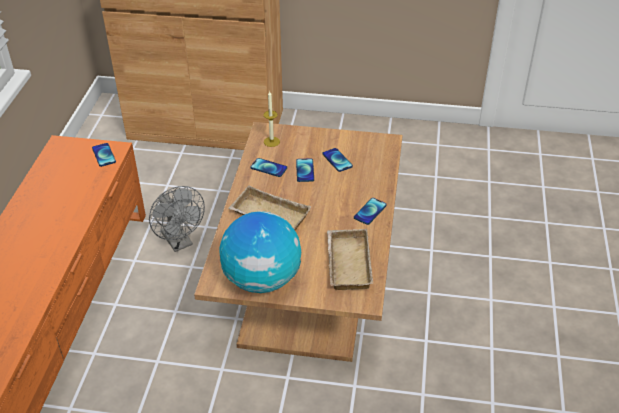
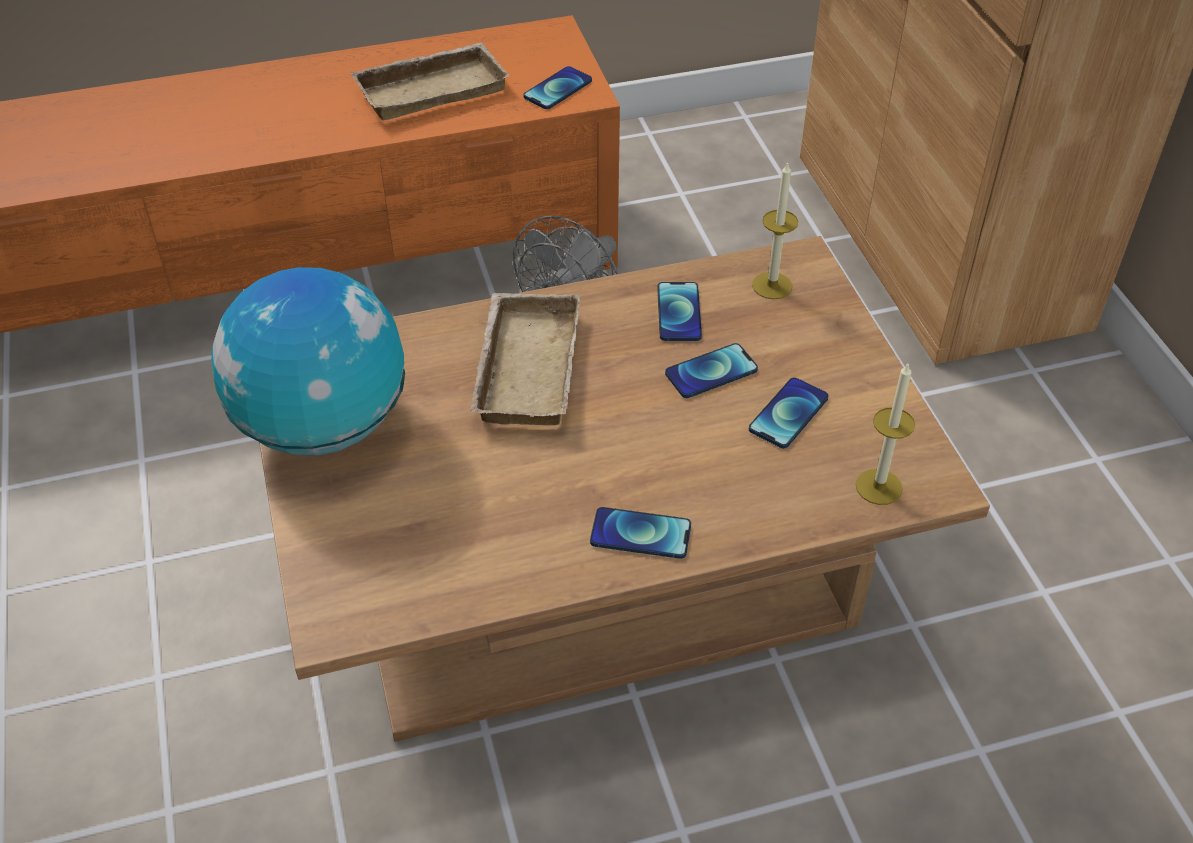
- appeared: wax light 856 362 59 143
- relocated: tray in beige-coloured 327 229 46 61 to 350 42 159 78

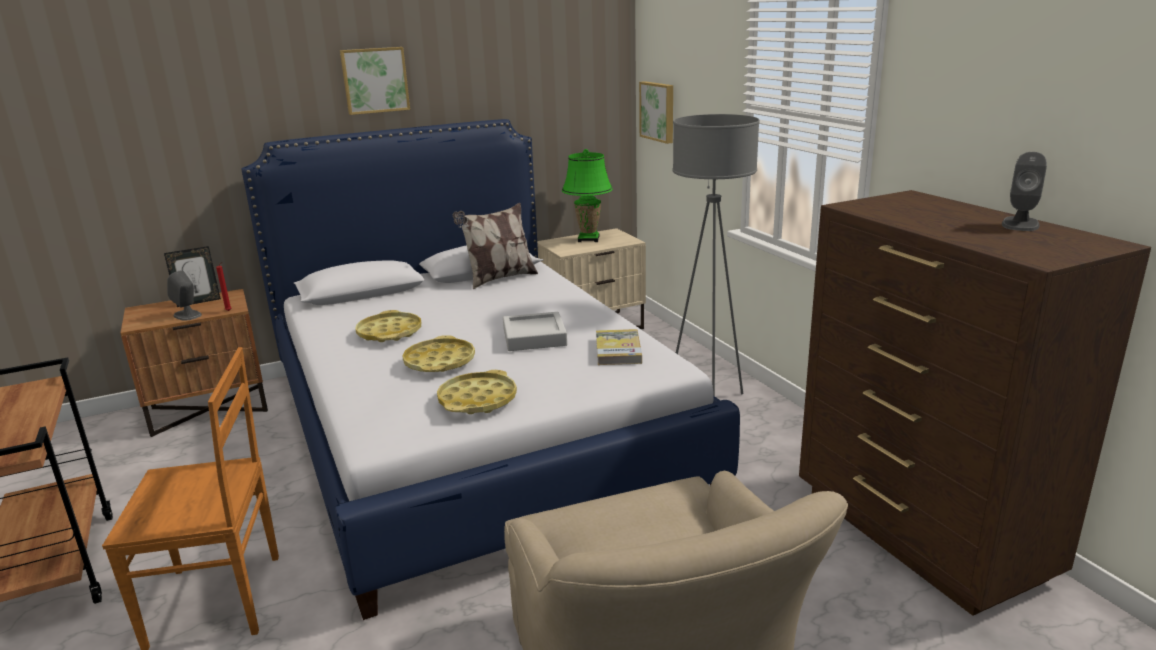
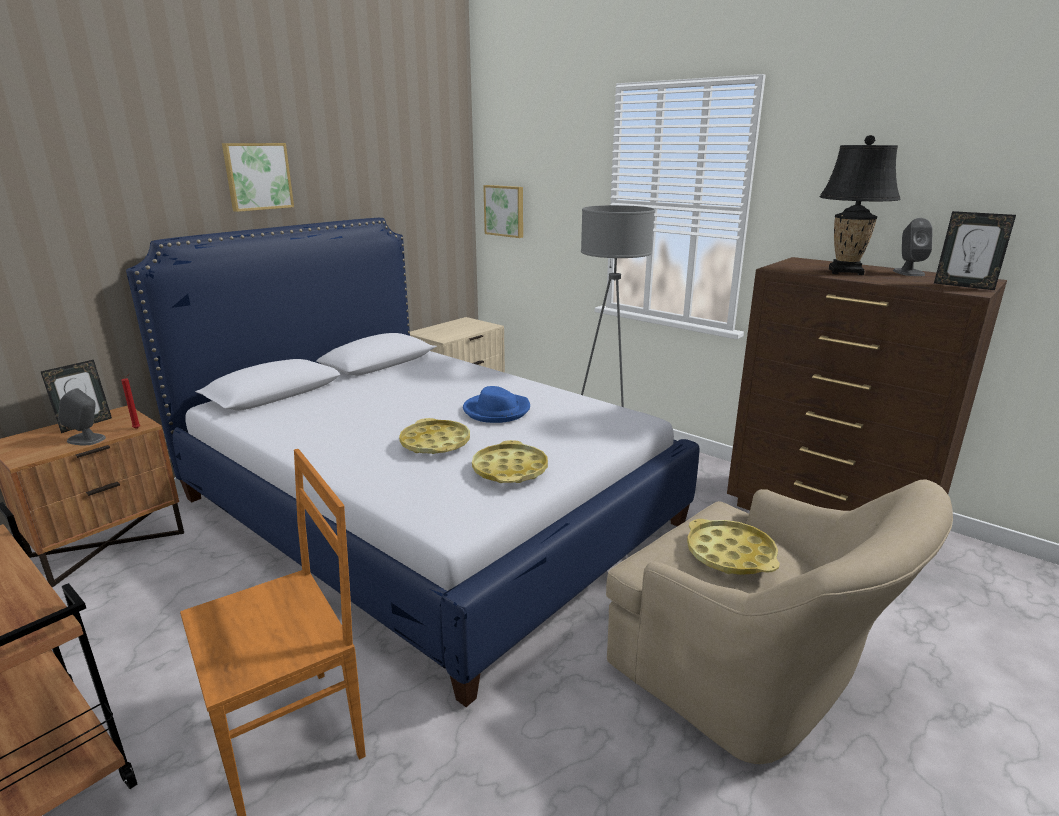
- missing: pillow 453 203 85 86
- missing: tabletop lamp in green 562 149 51 93
- missing: book 596 329 46 36
- appeared: tabletop lamp in blackish 820 135 80 140
- appeared: picture frame 934 211 82 79
- relocated: tray in yellowish 355 310 66 32 to 687 519 93 56
- exchanged: tray in greyish 503 312 64 39 to clothing hat in bluish 463 386 67 37

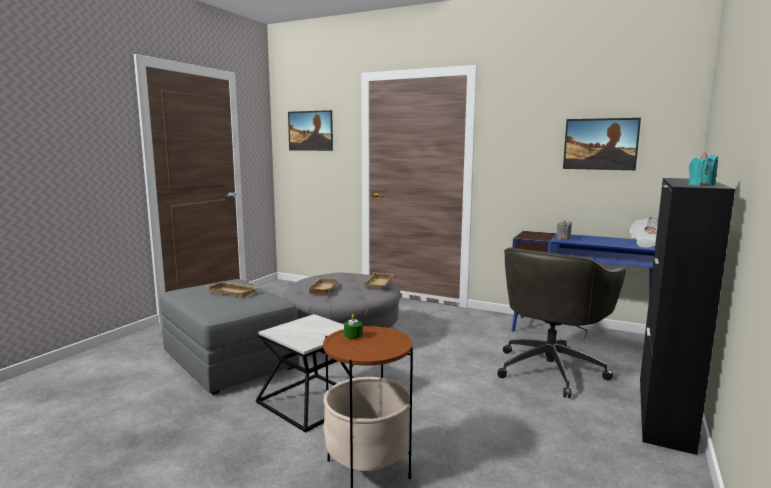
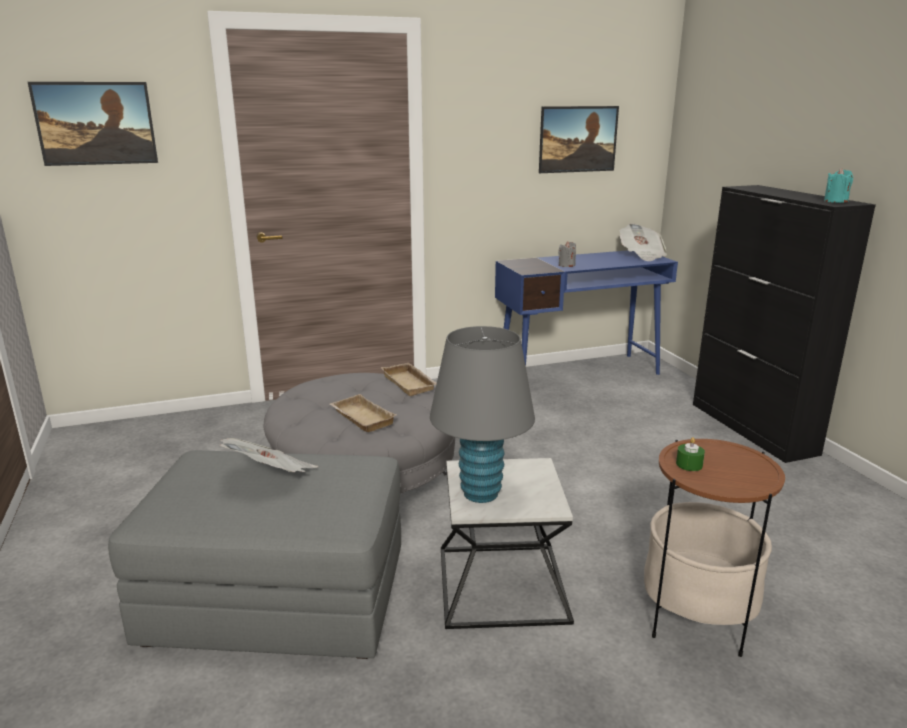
- missing: office chair in greyish 497 247 128 151
- appeared: tabletop lamp in greyish 430 326 105 177
- exchanged: tray in beige-coloured 207 281 51 17 to printed paper 219 438 99 35

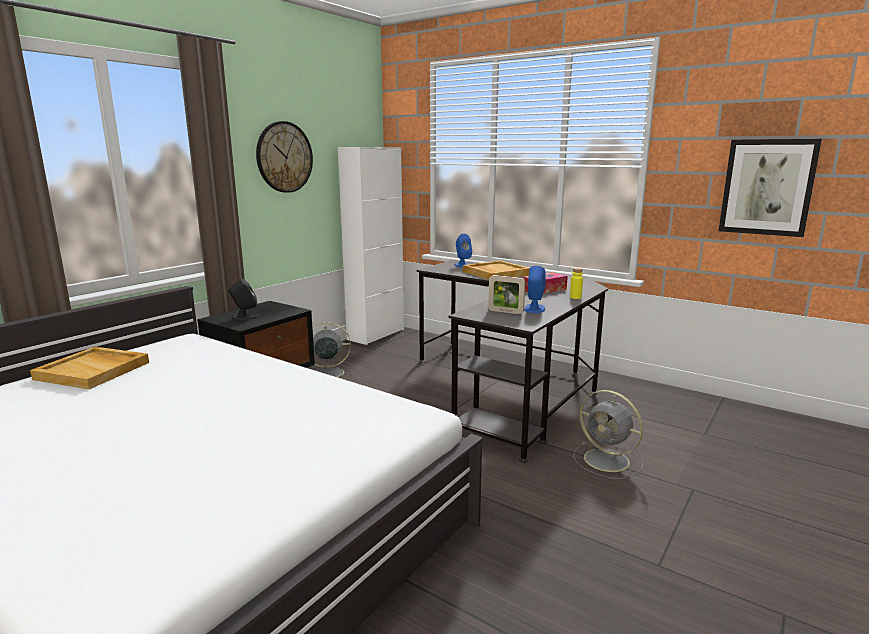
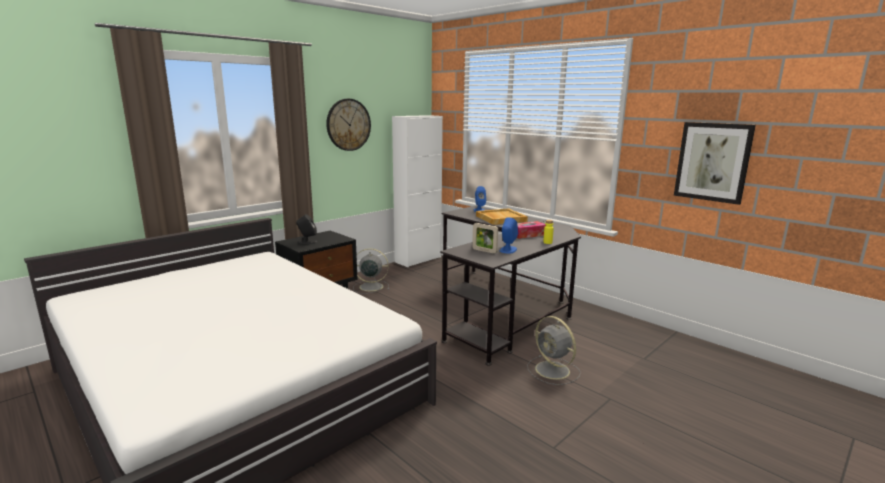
- missing: tray in beige-coloured 30 346 119 43

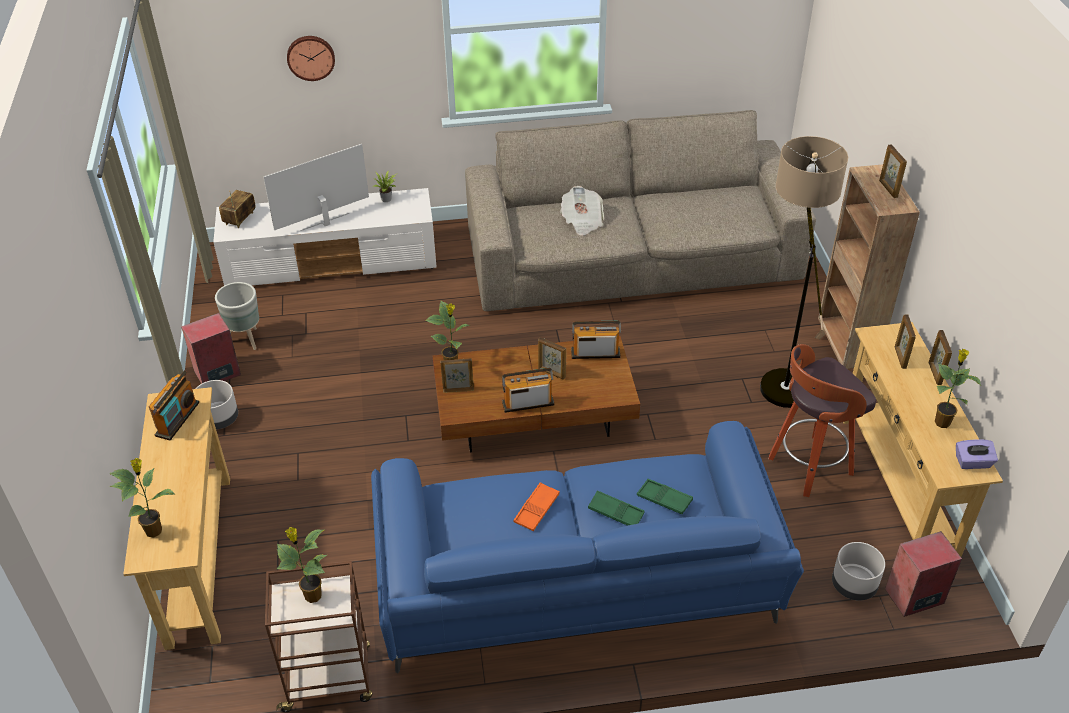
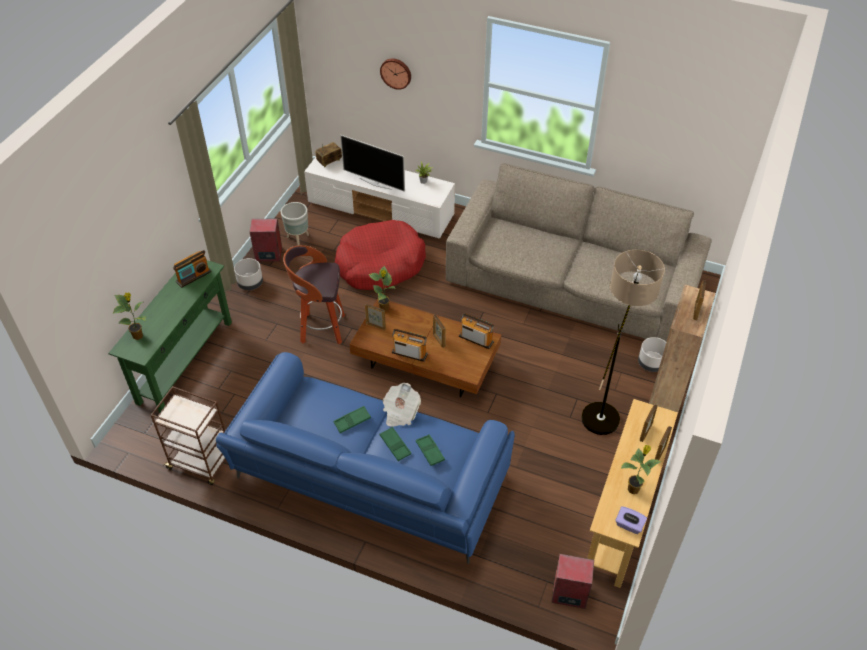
- missing: potted plant 277 527 50 76
- appeared: pet bed in reddish 335 220 91 70
- relocated: printed paper 560 186 44 50 to 383 383 38 44
- relocated: sitting stool 768 344 108 153 to 283 245 62 99
- relocated: planter in greyish 832 542 53 59 to 638 337 28 35
- colour: hall table in beige-coloured 123 387 107 263 to hall table in green 108 260 124 153
- colour: tray in orangey 514 482 46 49 to tray in green 333 406 38 27
- spun: TV 263 144 106 87 = 340 135 65 57 150 degrees counterclockwise

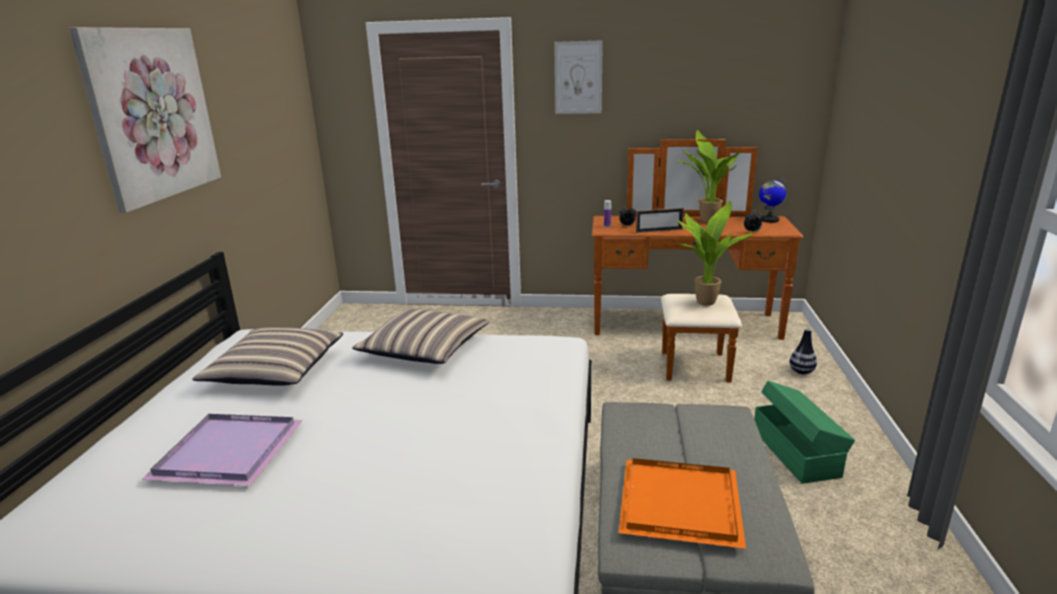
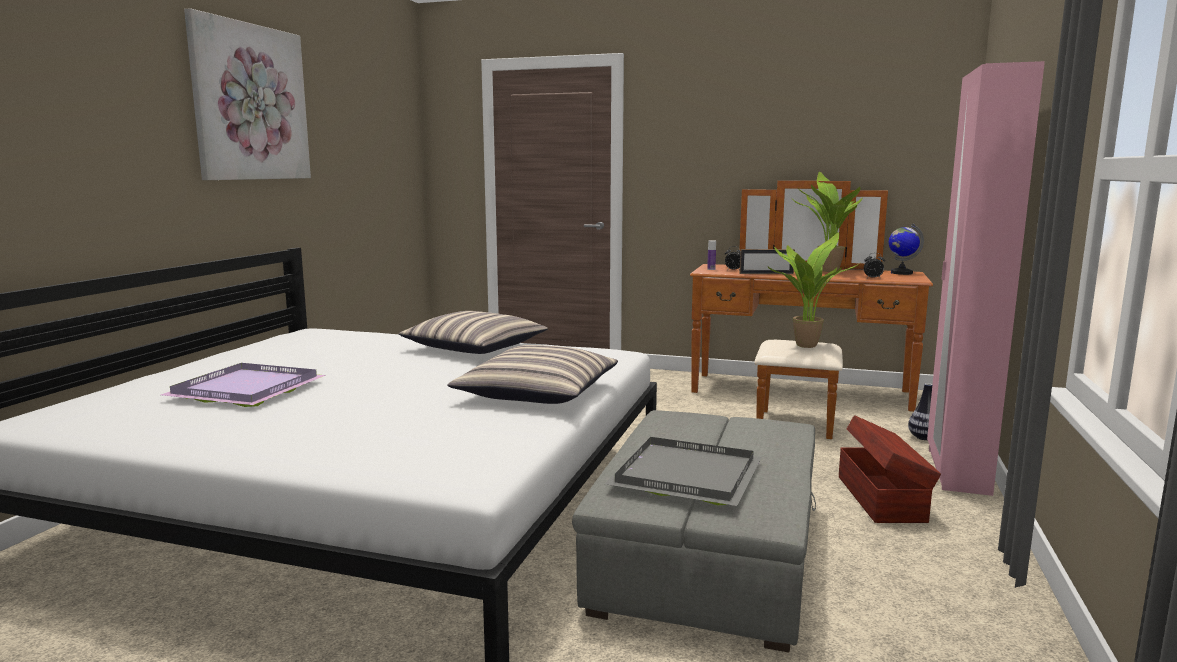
- missing: picture 554 40 49 74
- appeared: wardrobe in pink 927 61 118 435
- relocated: pillow 192 327 151 59 to 448 345 170 59
- colour: tray in orangey 619 458 127 91 to tray in greyish 605 437 157 69
- colour: storage box in green 754 381 101 103 to storage box in brown 839 415 102 108

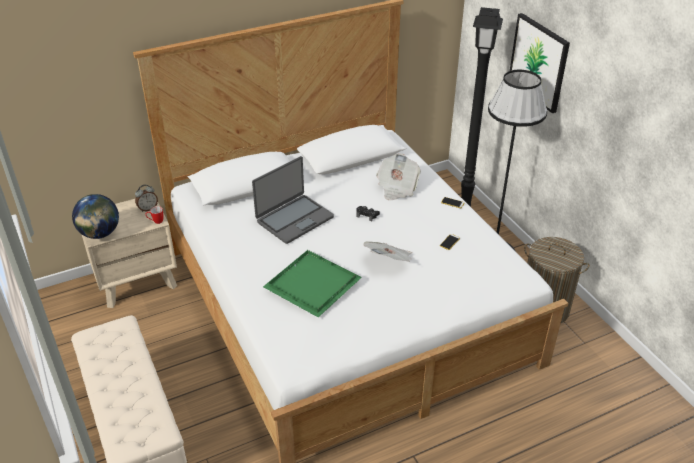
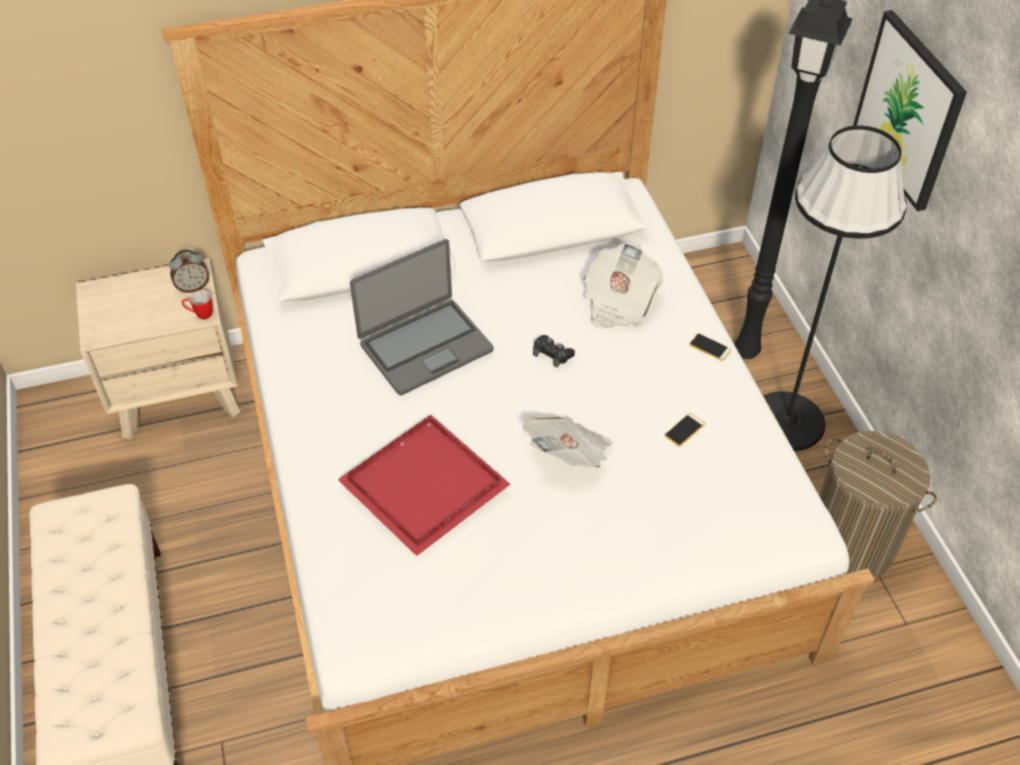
- missing: desk globe 72 194 47 45
- colour: tray in green 263 250 99 67 to tray in reddish 338 415 173 141

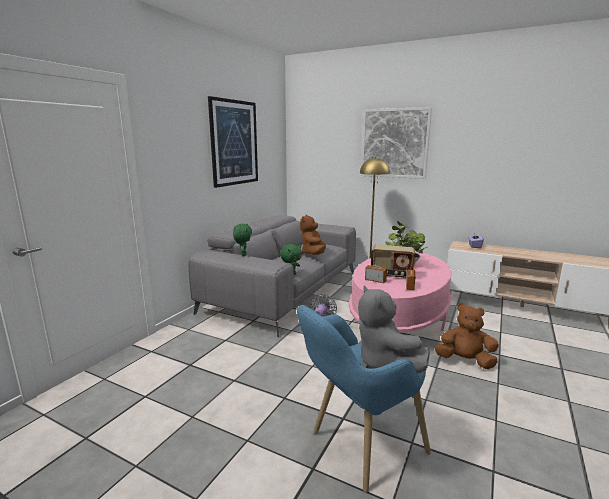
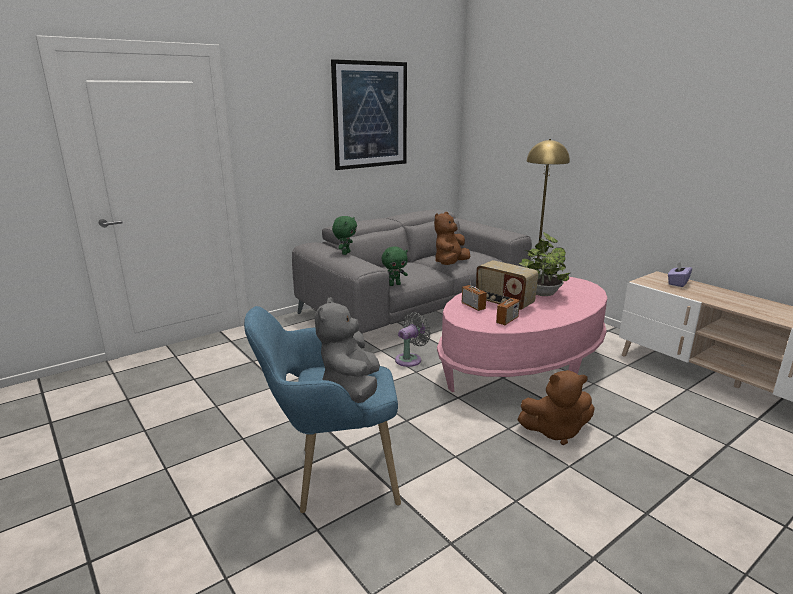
- missing: picture 361 107 71 72
- spun: soft toy in brown 435 303 64 66 = 517 370 78 75 135 degrees clockwise

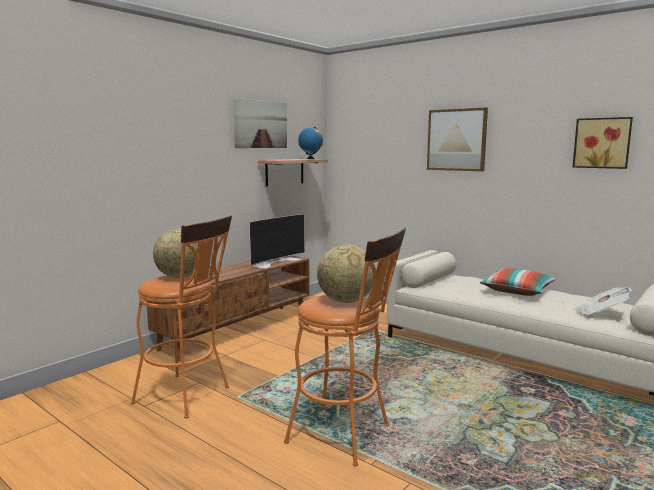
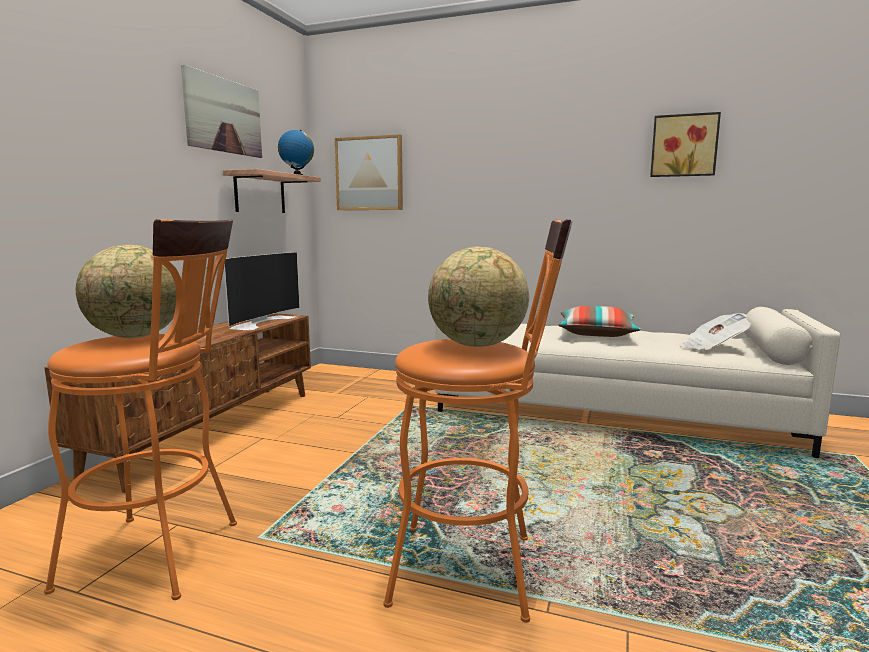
- relocated: picture 427 108 61 63 to 335 134 68 76

